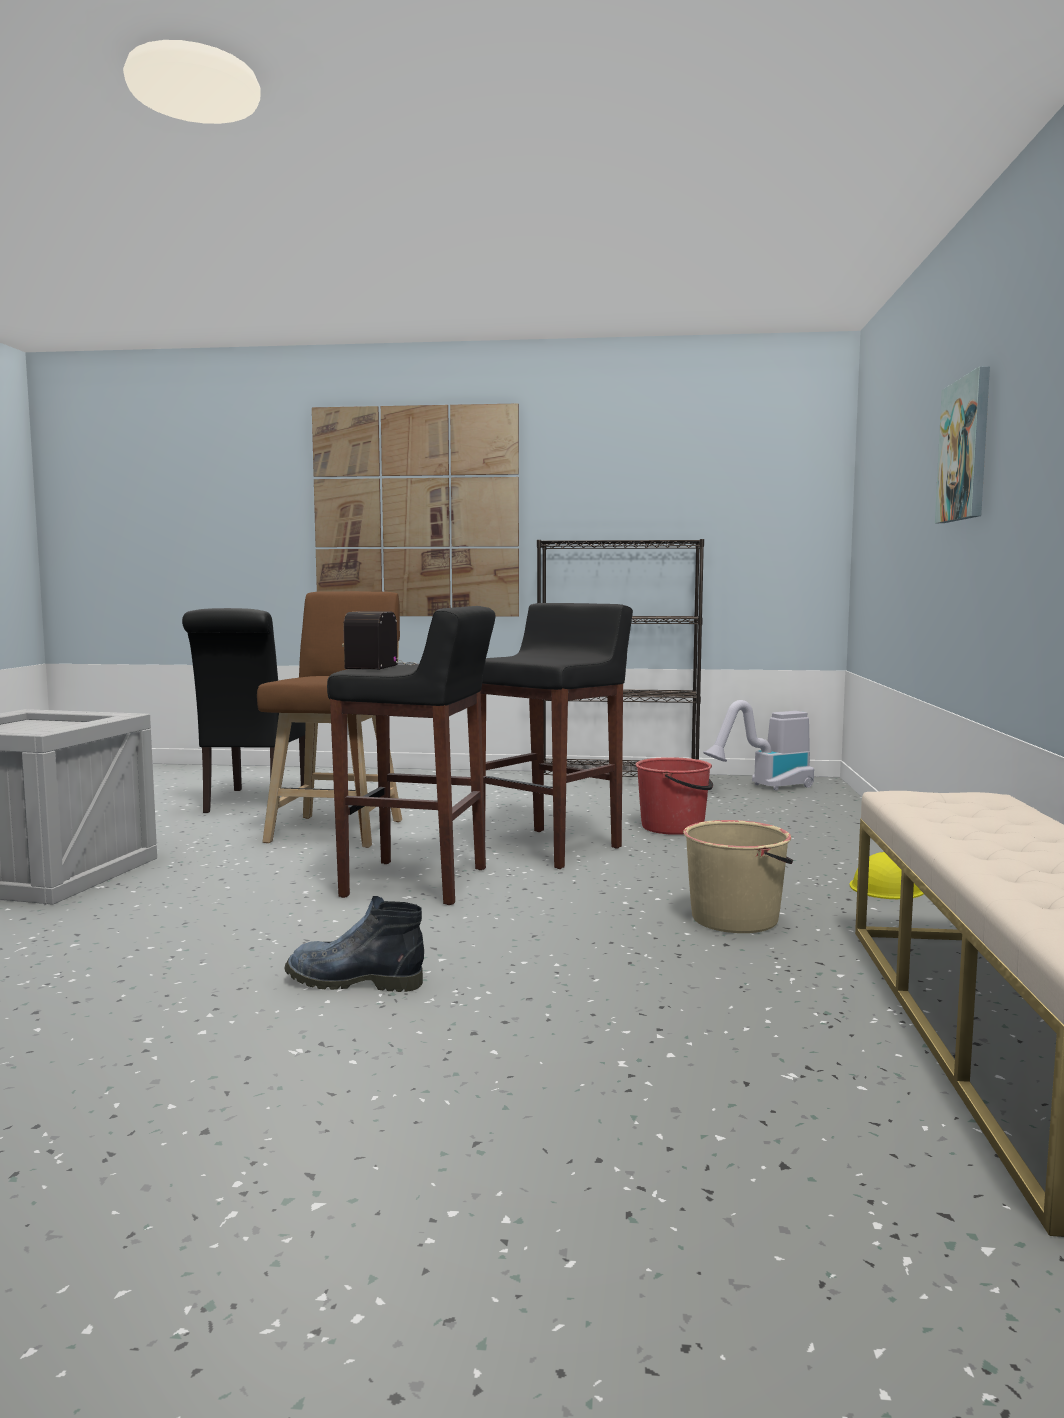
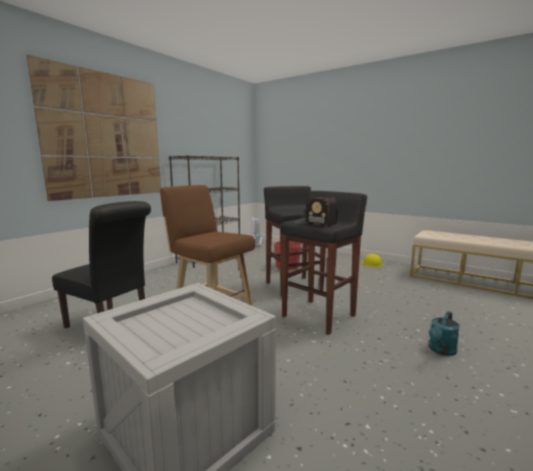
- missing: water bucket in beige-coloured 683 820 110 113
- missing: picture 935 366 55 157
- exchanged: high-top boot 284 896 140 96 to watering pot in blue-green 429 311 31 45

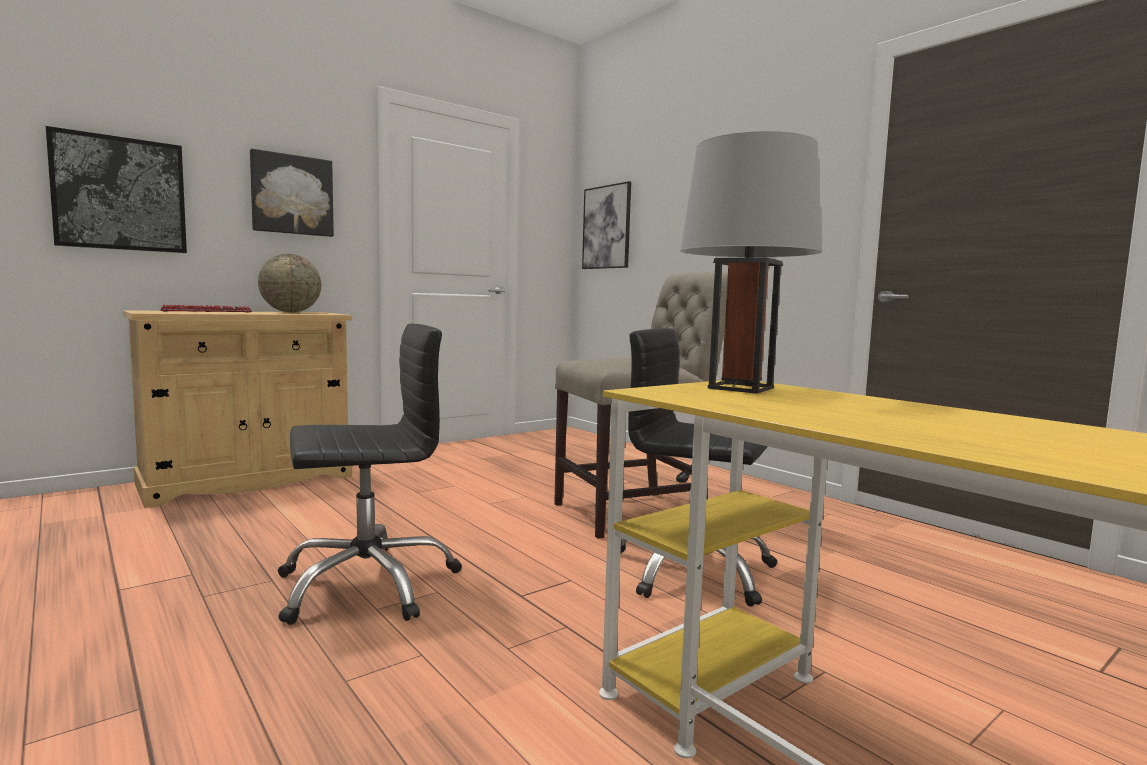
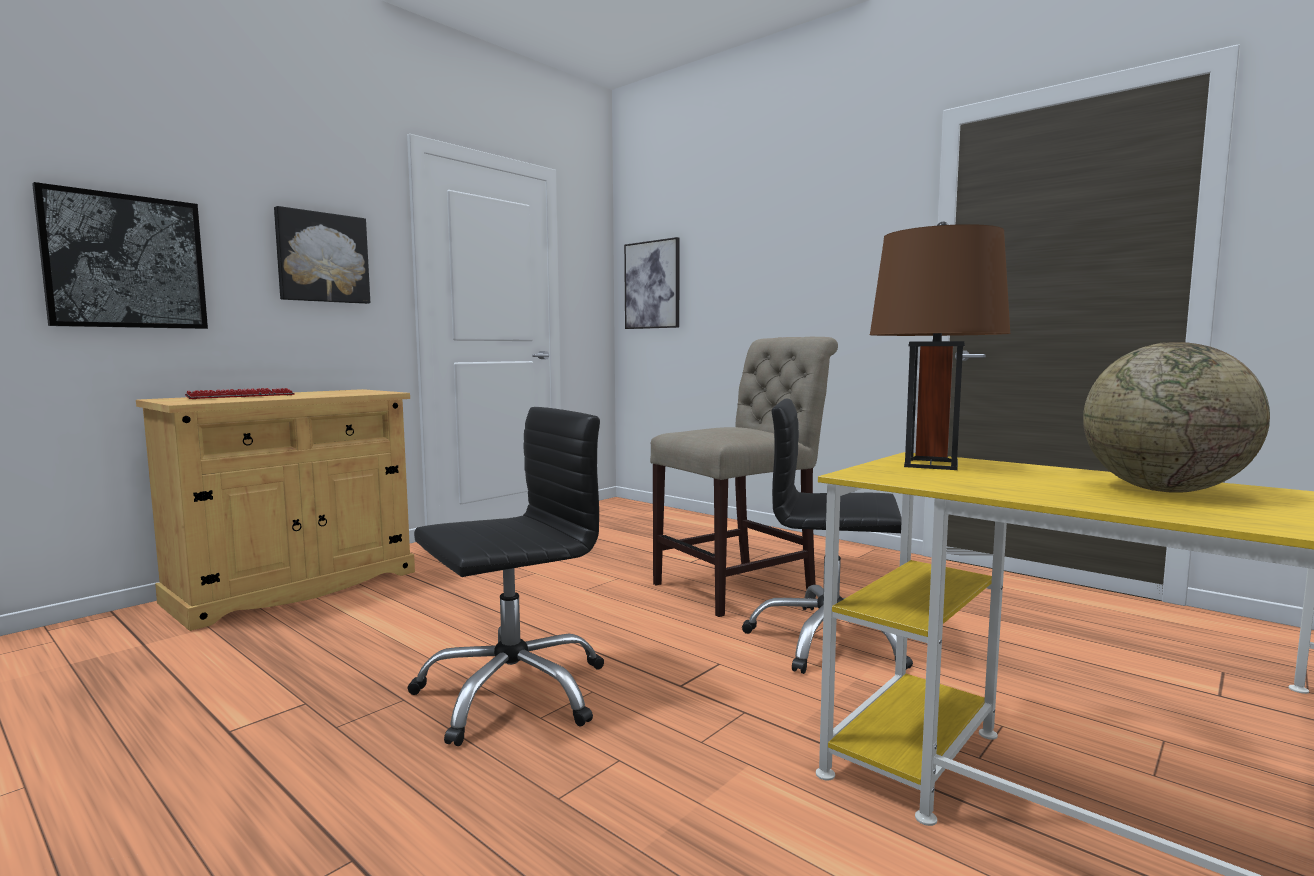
- relocated: desk globe 258 254 63 58 to 1083 342 187 151
- colour: tabletop lamp in greyish 680 131 142 263 to tabletop lamp in brown 870 222 141 248

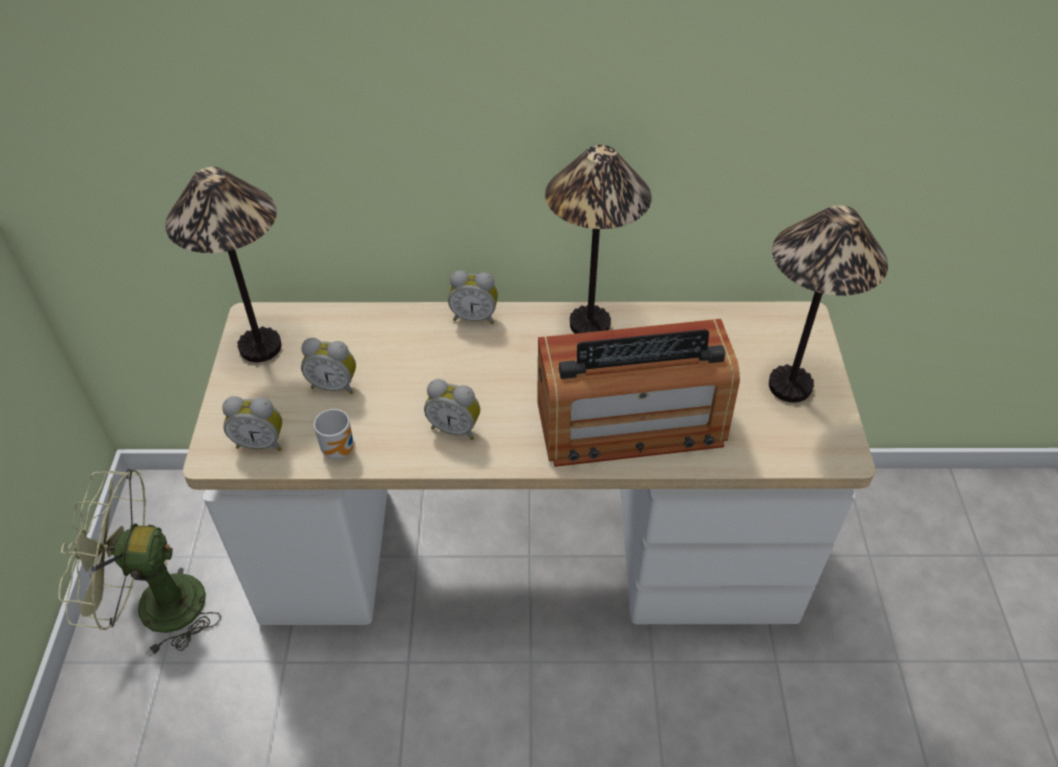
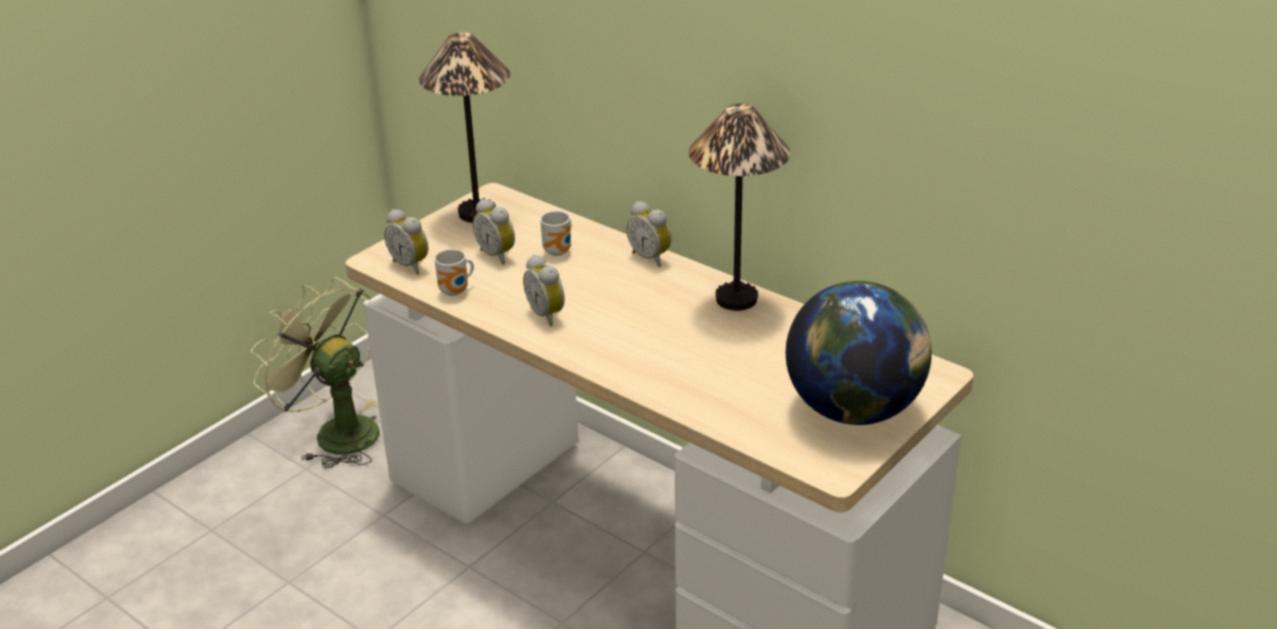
- missing: radio set 537 319 203 148
- appeared: tea mug 540 211 31 45
- exchanged: tabletop lamp 769 205 119 198 to desk globe 786 281 146 144

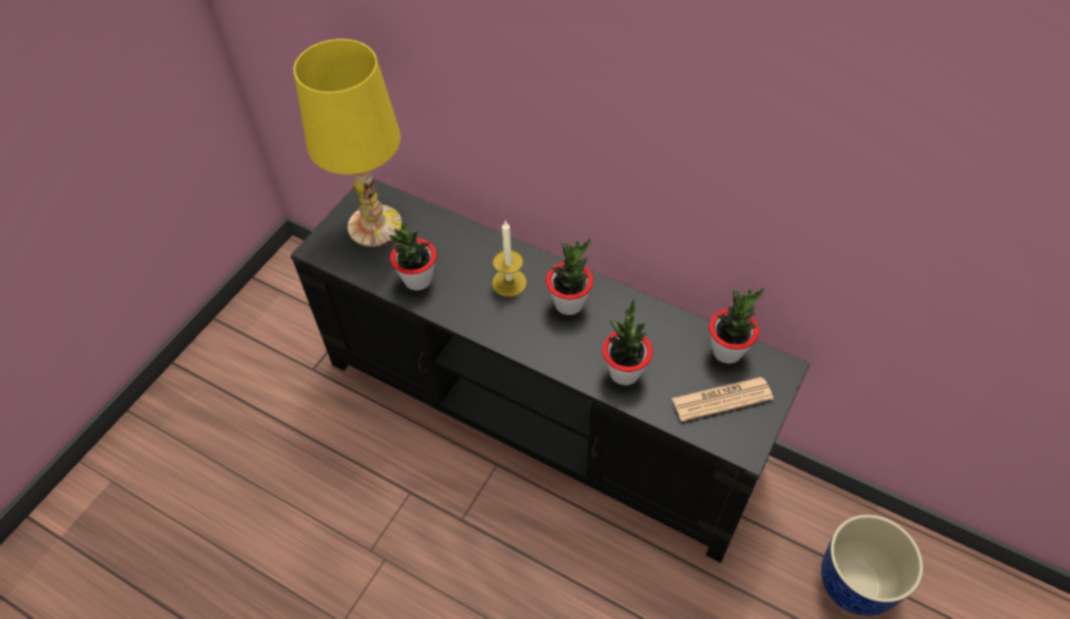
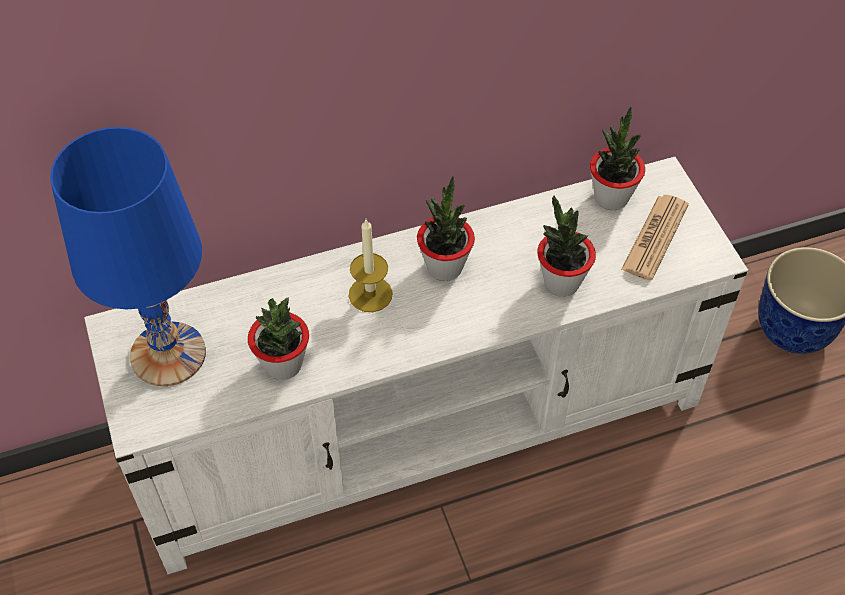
- colour: tv stand in blackish 290 179 520 384 to tv stand in whitish 84 157 664 417
- colour: tabletop lamp in yellowish 294 39 108 208 to tabletop lamp in bluish 50 127 156 259

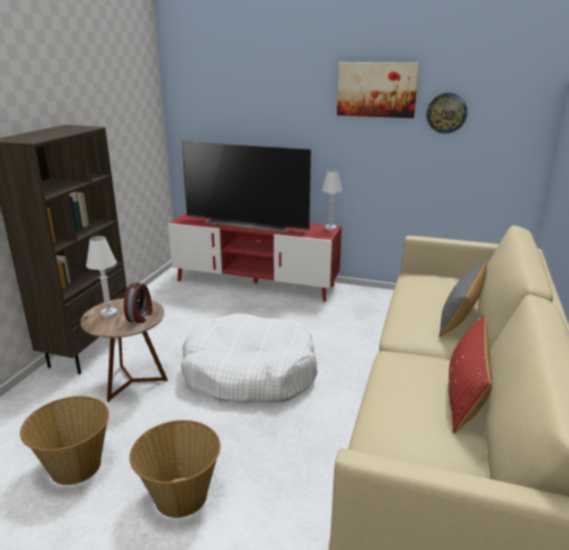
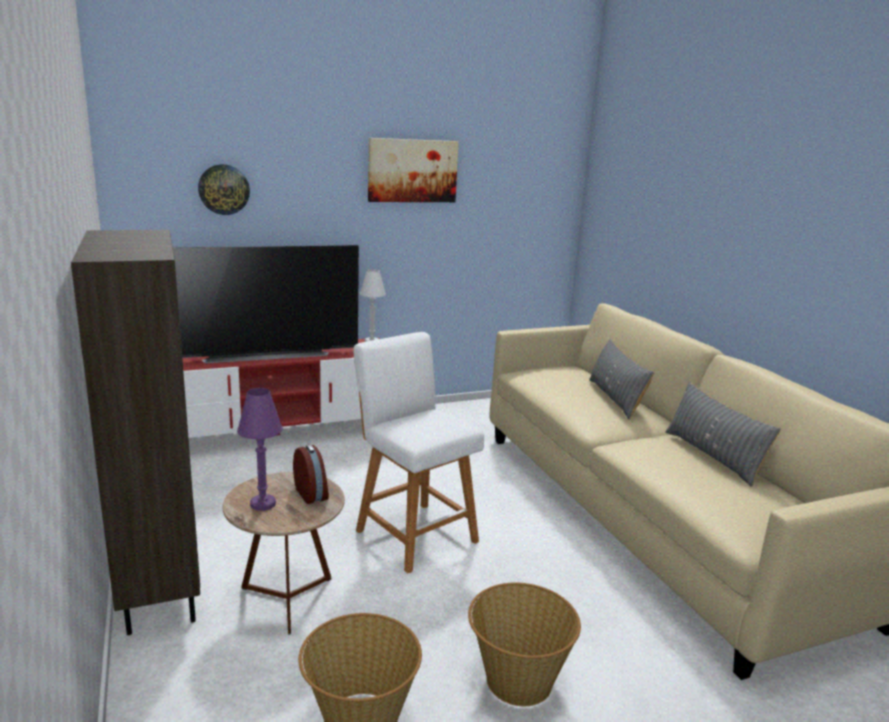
- relocated: clock on the wall 426 93 41 41 to 198 164 52 51
- exchanged: pet bed in whitish 181 313 136 90 to sitting stool in whitish 353 332 131 241
- colour: tabletop lamp in whitish 86 236 32 82 to tabletop lamp in purplish 237 388 46 123
- colour: pillow in reddish 448 315 44 119 to pillow in greyish 666 382 115 105

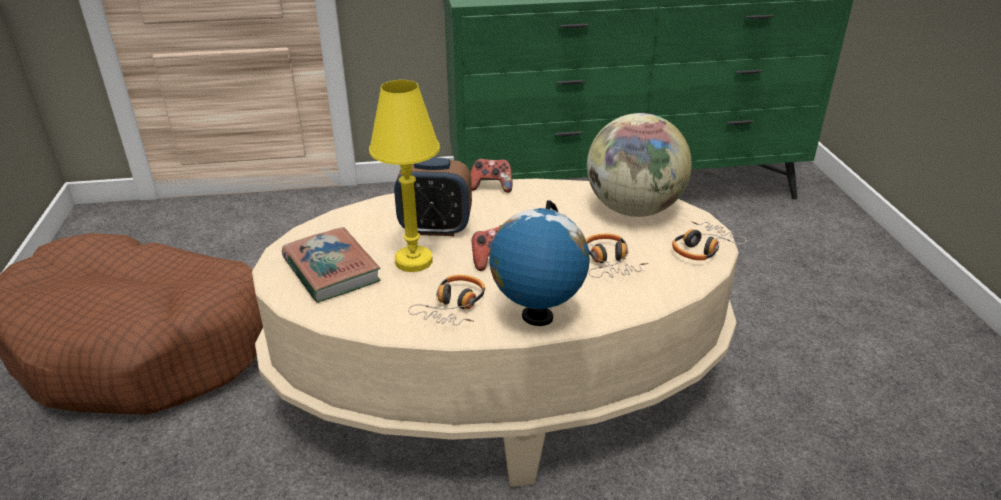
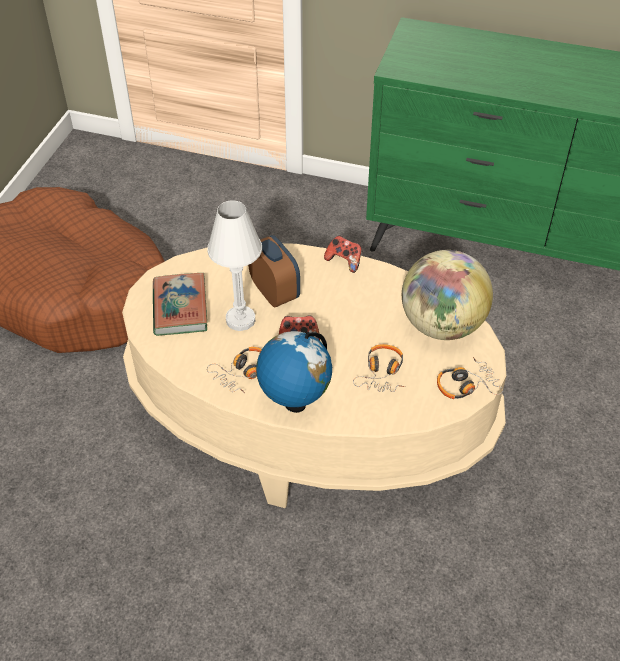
- colour: tabletop lamp in yellowish 369 80 71 192 to tabletop lamp in whitish 207 200 55 131
- spun: bedside clock 394 157 78 79 = 248 235 52 72 150 degrees counterclockwise

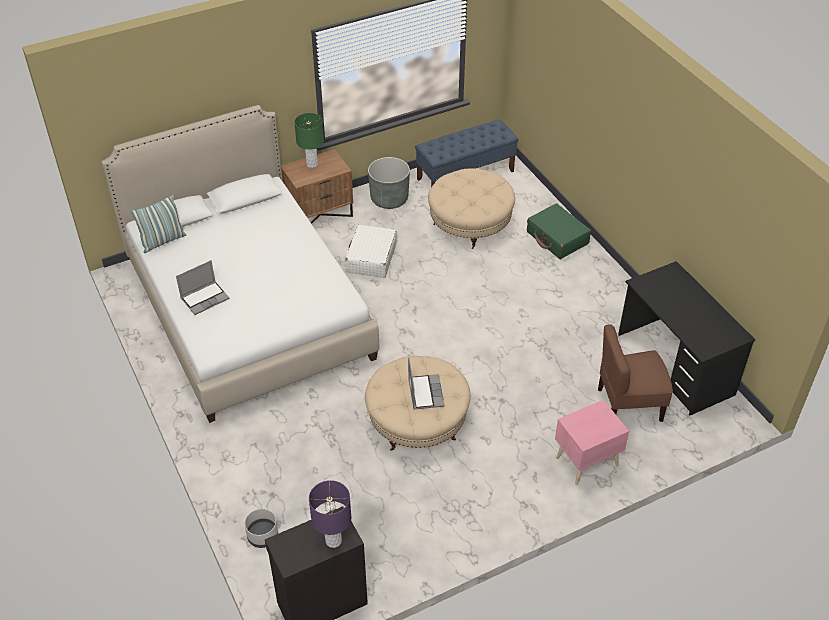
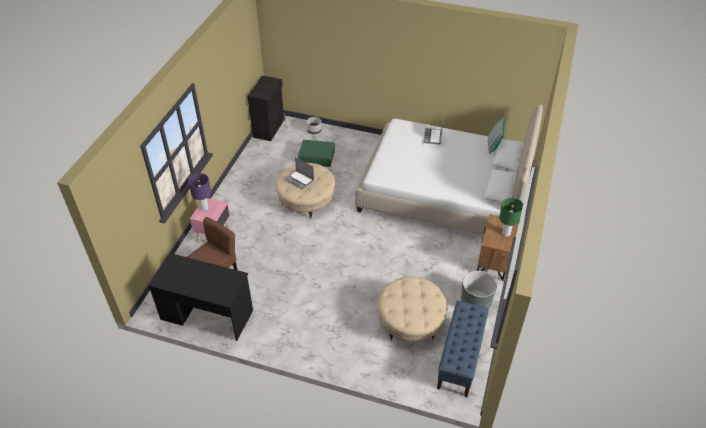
- missing: piece of luggage in whitish 345 225 52 53
- relocated: tabletop lamp in purplish 309 480 42 68 to 188 173 23 38
- relocated: piece of luggage in green 527 203 64 56 to 298 140 37 27

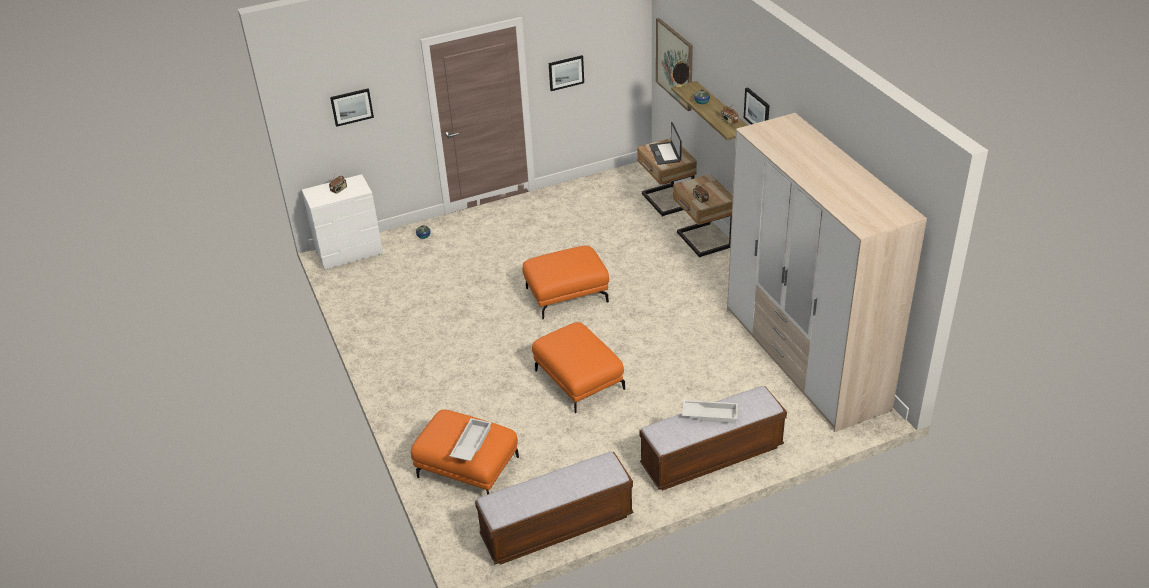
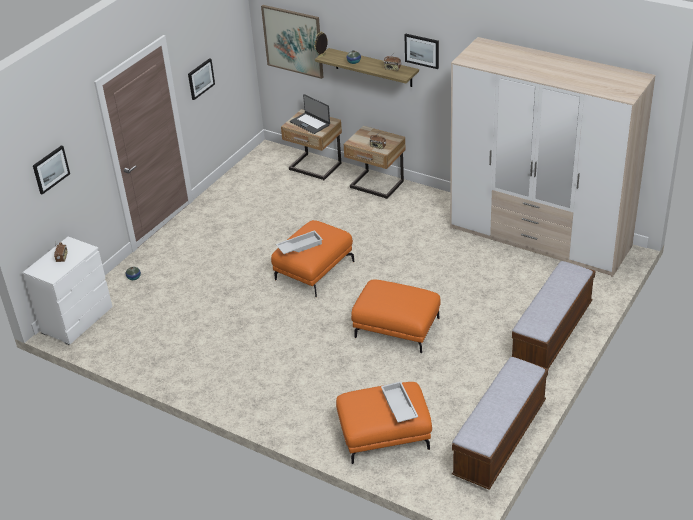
- relocated: tray in whitish 682 400 56 23 to 276 230 47 24

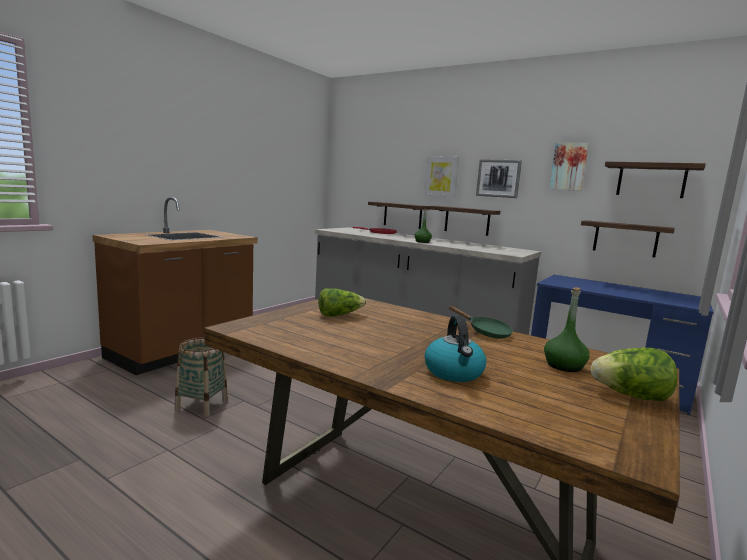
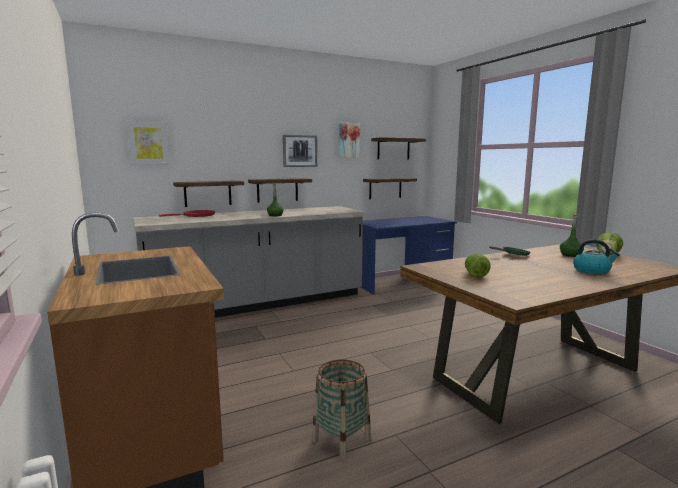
- relocated: picture 424 156 35 42 to 126 121 44 44

